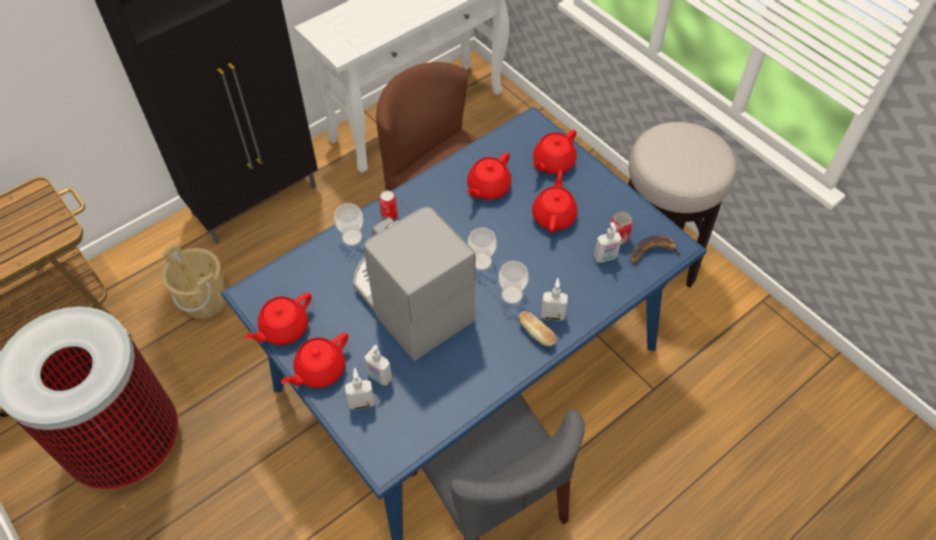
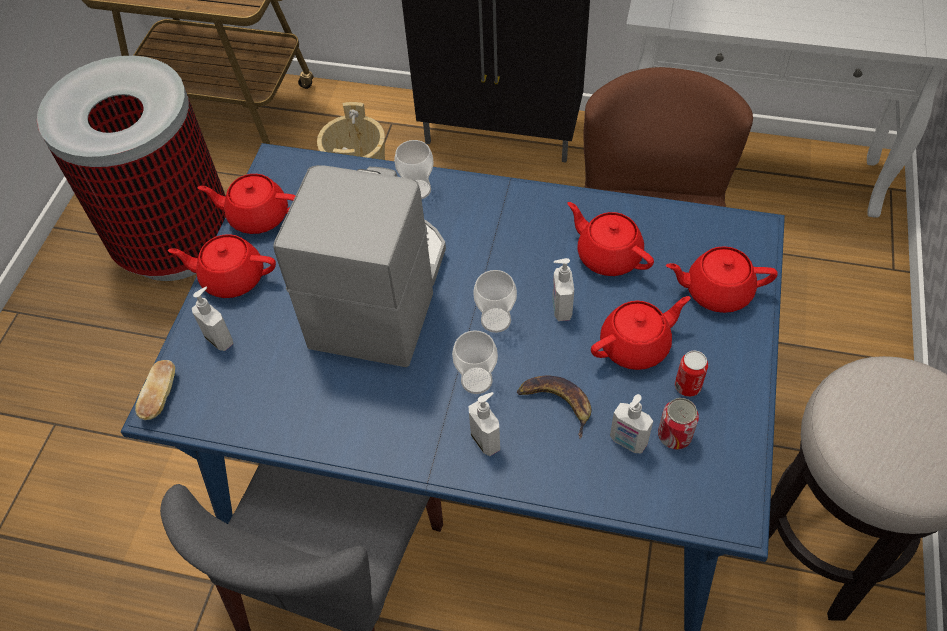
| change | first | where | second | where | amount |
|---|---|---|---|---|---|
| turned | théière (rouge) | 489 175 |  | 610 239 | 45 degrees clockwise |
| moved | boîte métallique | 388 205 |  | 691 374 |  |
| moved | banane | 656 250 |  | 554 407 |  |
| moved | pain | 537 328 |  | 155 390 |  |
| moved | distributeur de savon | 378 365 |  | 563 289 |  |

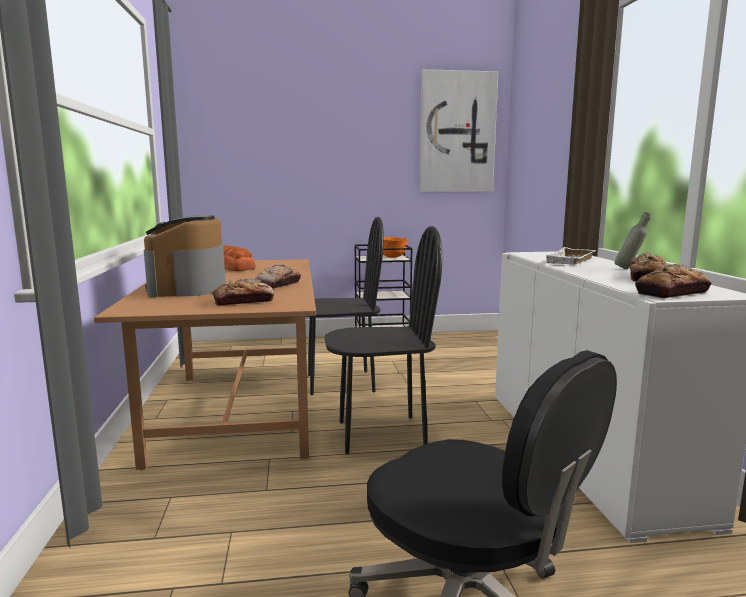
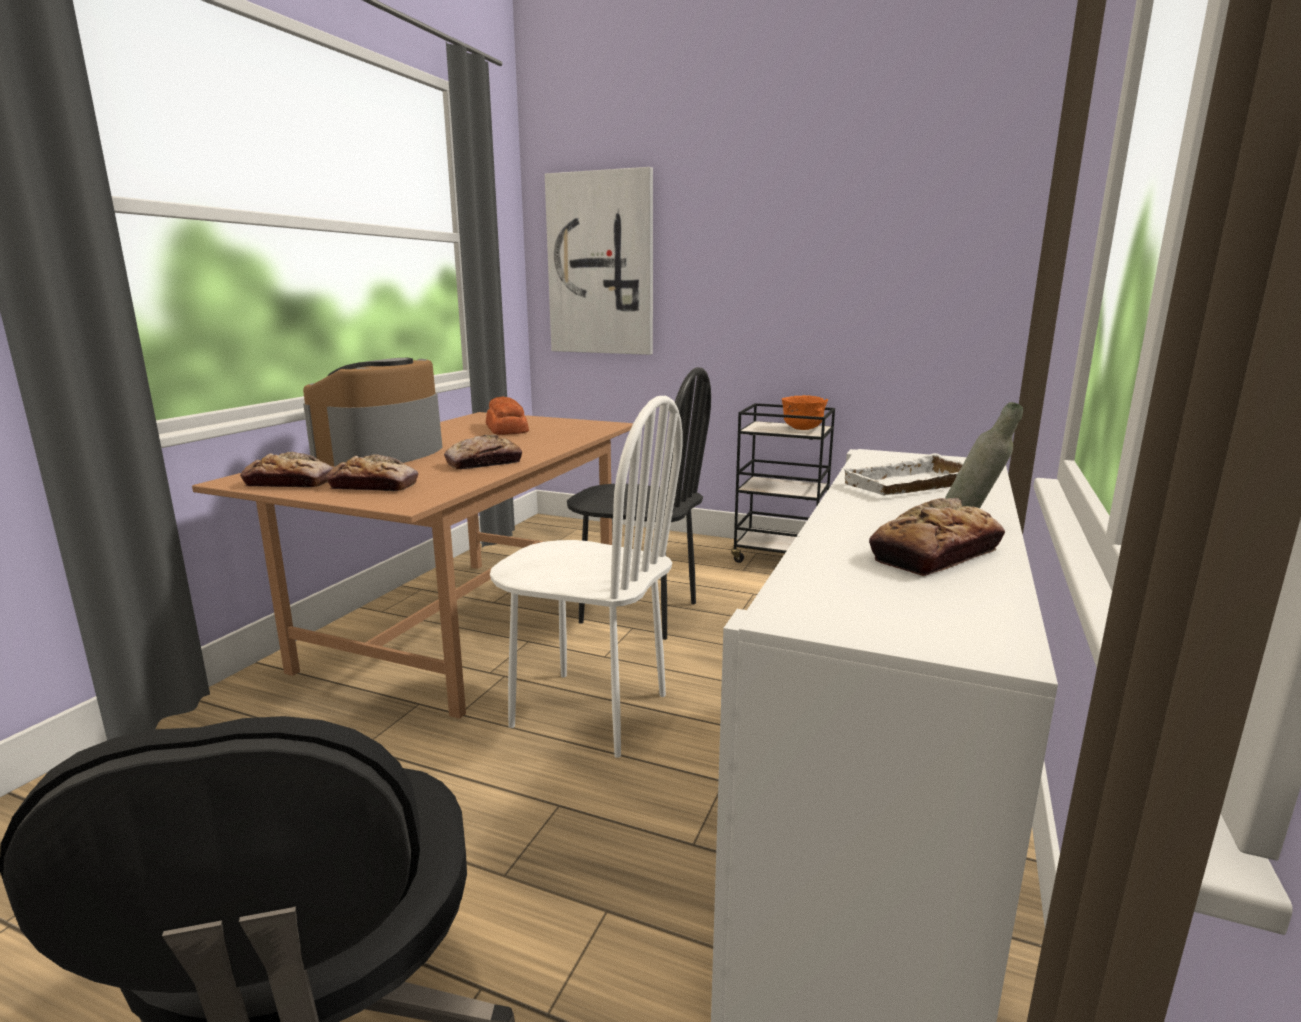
| change | first | where | second | where | amount |
|---|---|---|---|---|---|
| moved | tableau | 458 130 |  | 599 261 |  |
| recoloured | chaise (noir) | 383 340 | chaise (blanc) | 586 577 |  |
| moved | pain | 673 281 |  | 286 470 |  |

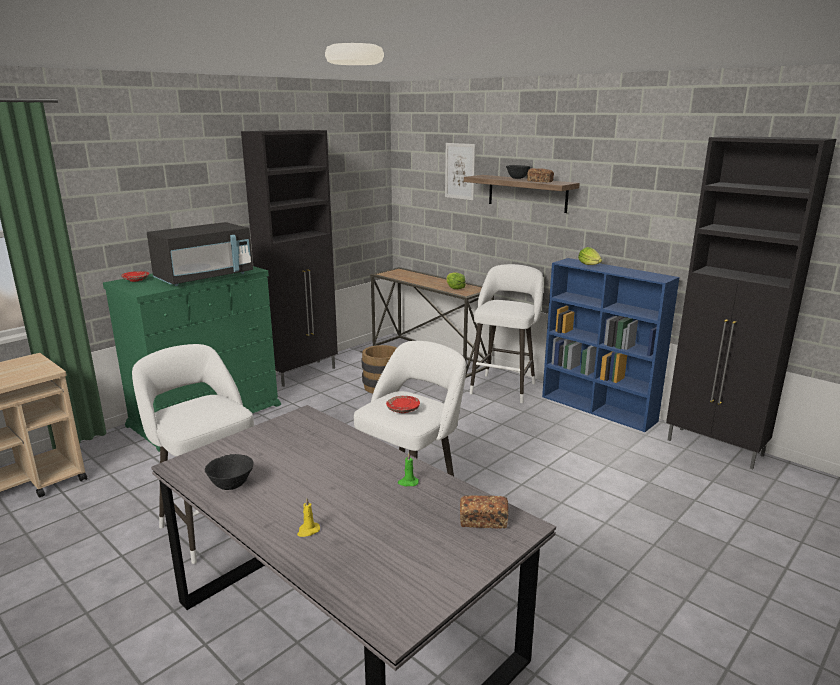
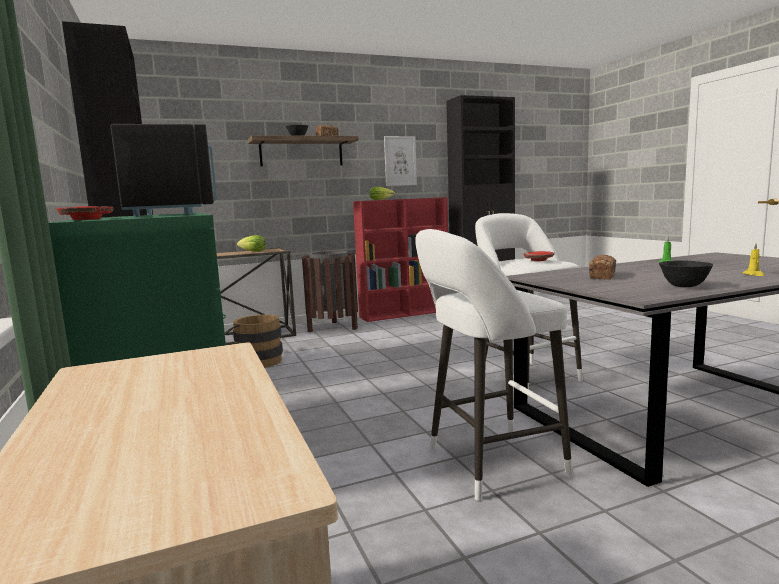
| change | first | where | second | where | amount |
|---|---|---|---|---|---|
| moved | tableau | 460 171 |  | 400 161 |  |
| recoloured | bibliothèque (bleu) | 611 345 | bibliothèque (rouge) | 400 259 |  |
| replaced | tabouret (blanc) | 506 333 | poubelle (marron) | 330 291 |  |
| moved | pain | 484 511 |  | 602 267 |  |

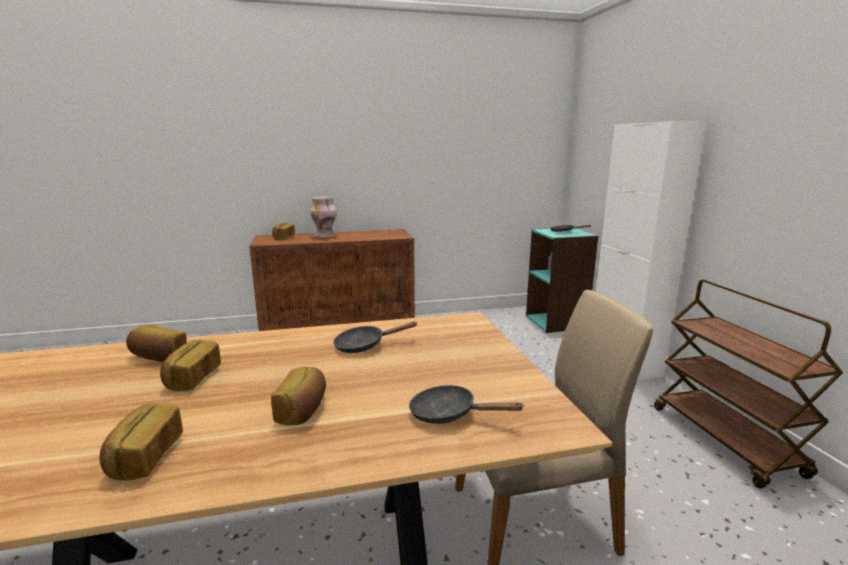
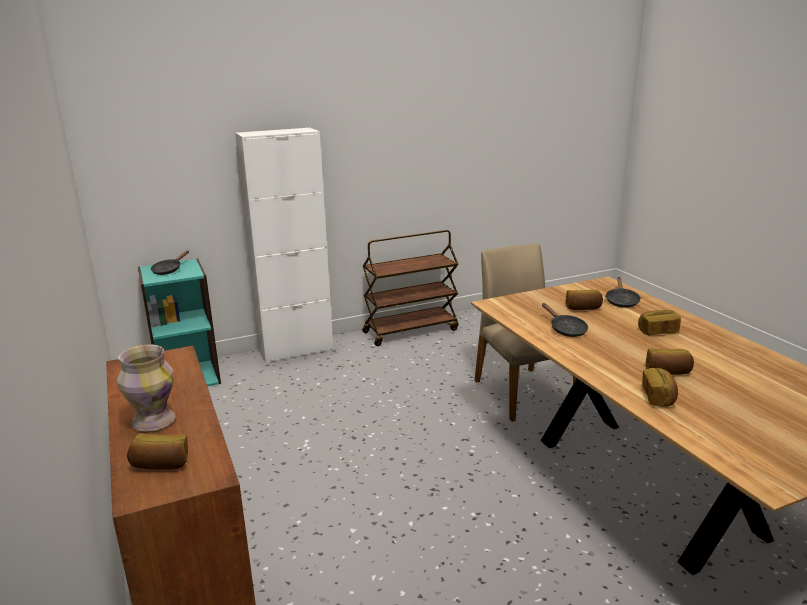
| change | first | where | second | where | amount |
|---|---|---|---|---|---|
| moved | pain | 141 442 |  | 584 299 |  |

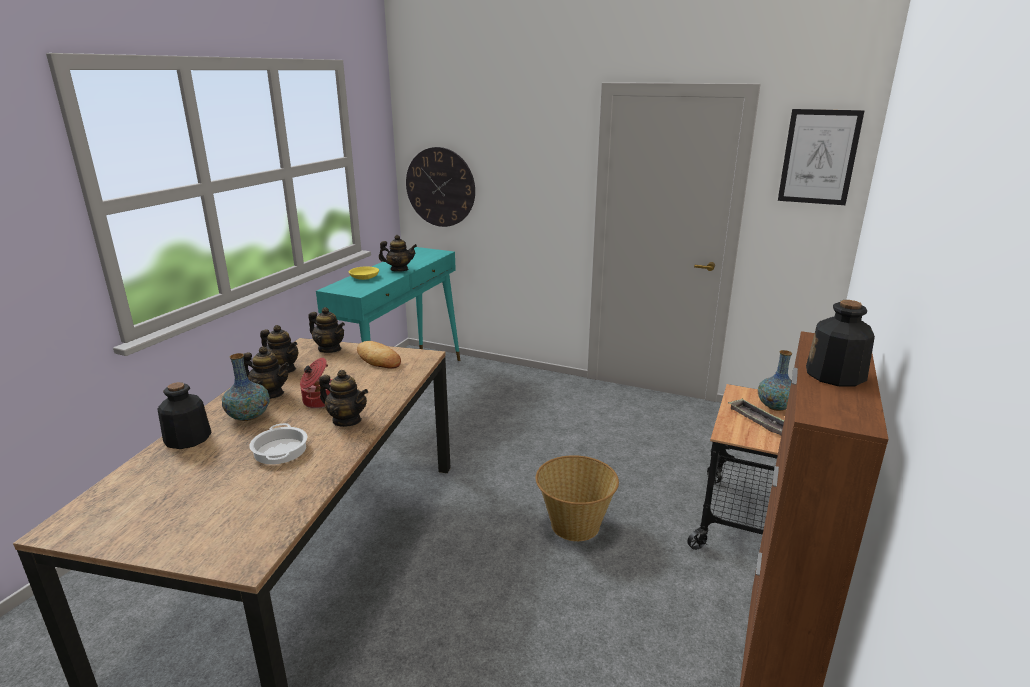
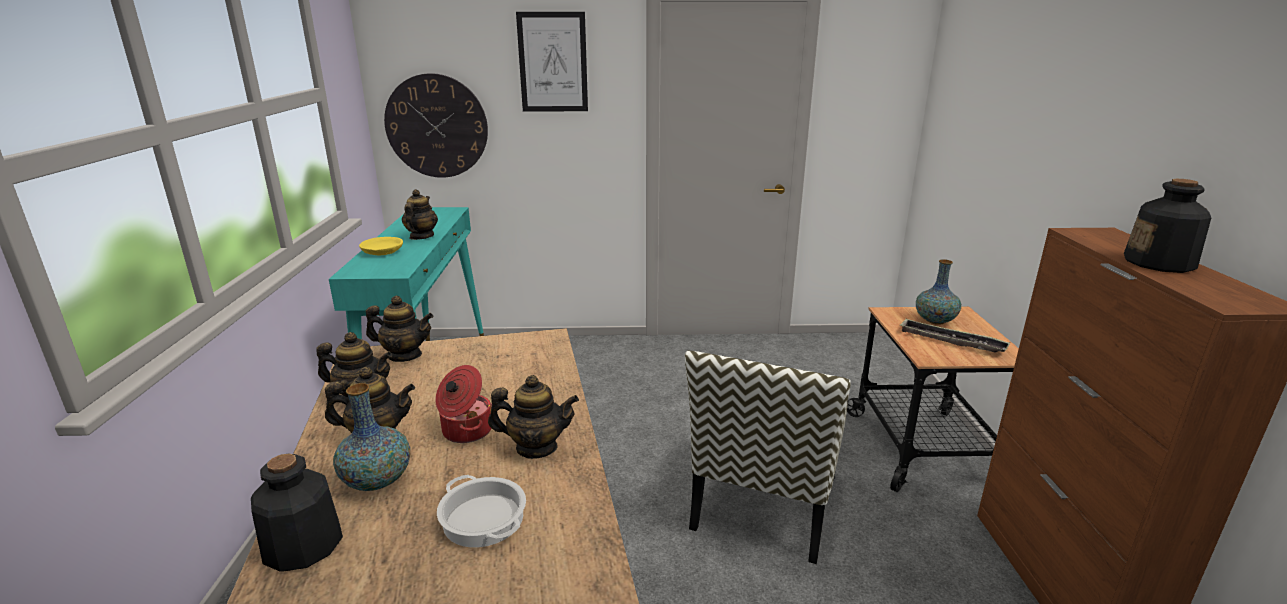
| change | first | where | second | where | amount |
|---|---|---|---|---|---|
| moved | tableau | 821 157 |  | 552 61 |  |
| turned | théière | 398 253 |  | 420 214 | 60 degrees counterclockwise |
| removed | pain | 379 355 |  |  |  |
| replaced | panier | 577 498 | chaise | 768 457 |  |

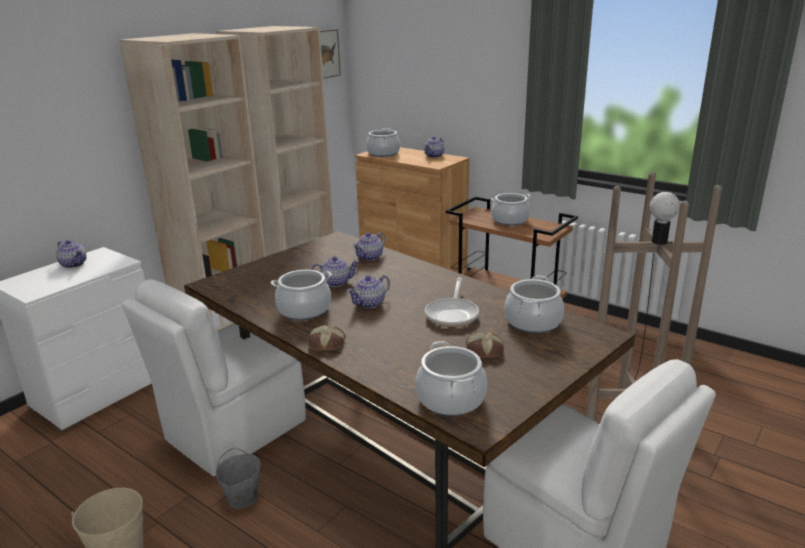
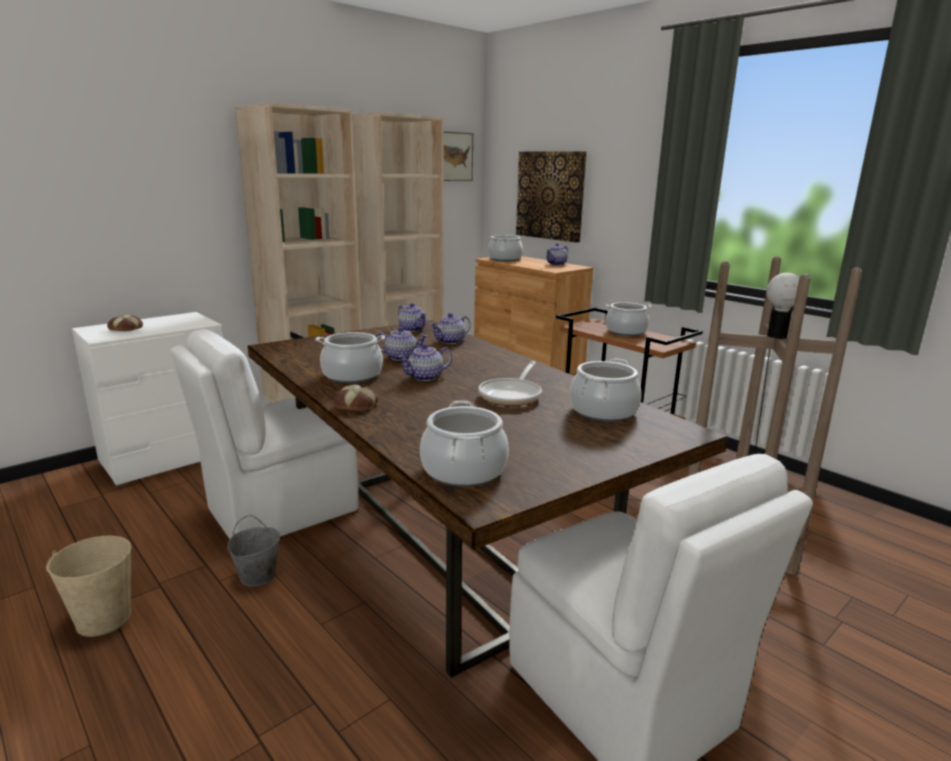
| change | first | where | second | where | amount |
|---|---|---|---|---|---|
| moved | théière | 71 254 |  | 412 317 |  |
| moved | pain | 485 345 |  | 125 322 |  |
| added |  |  | tableau | 551 197 |  |

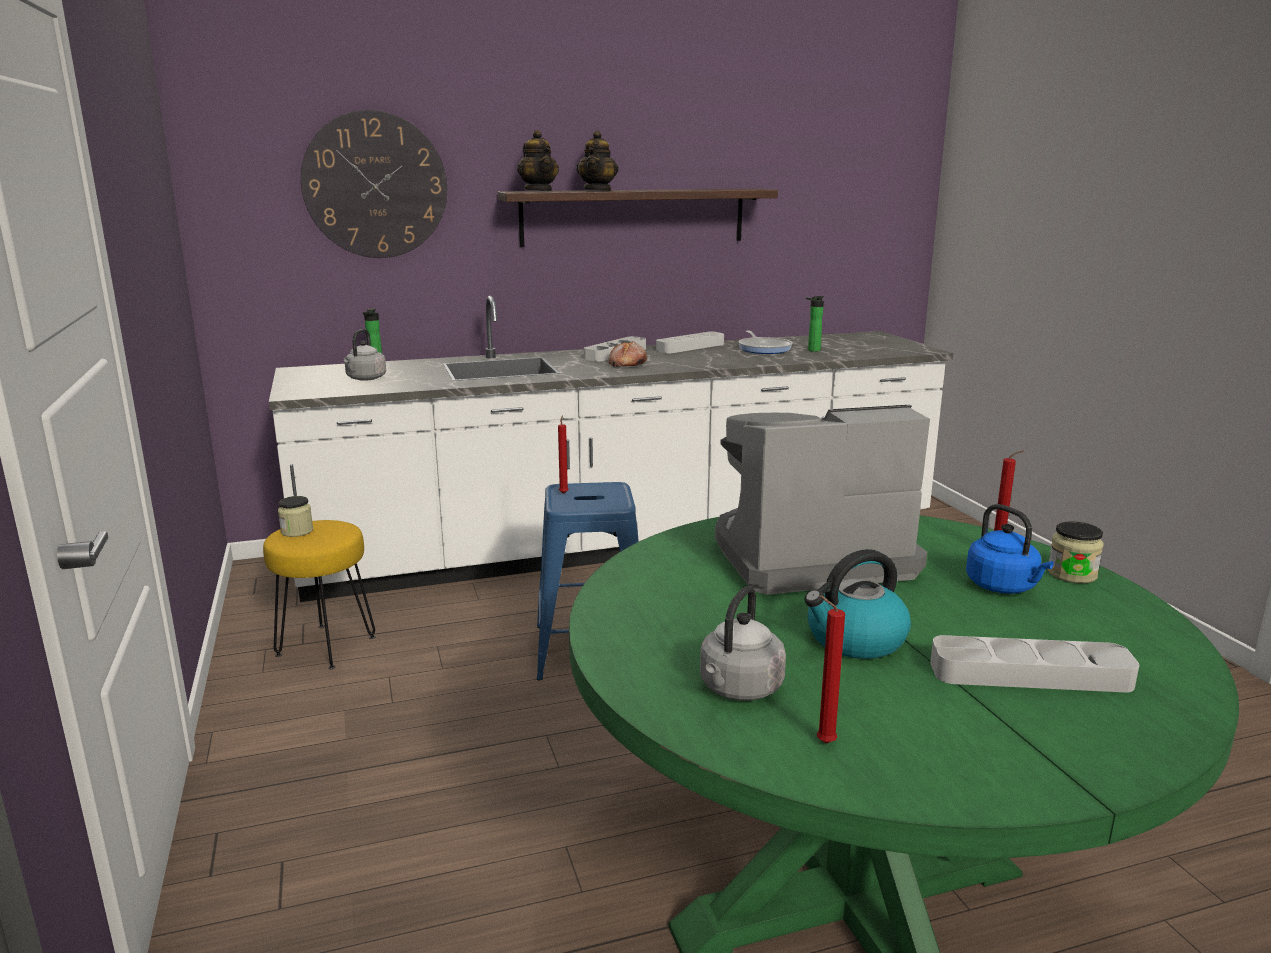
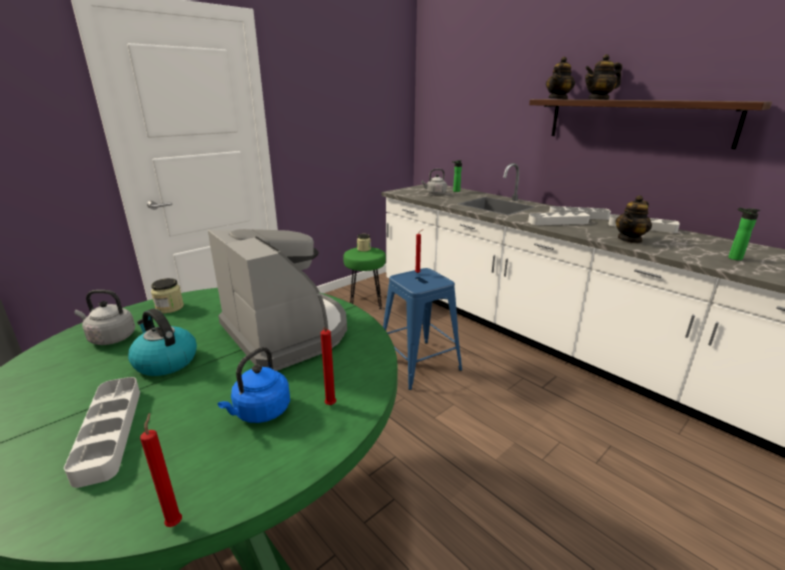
| change | first | where | second | where | amount |
|---|---|---|---|---|---|
| removed | horloge murale | 374 184 |  |  |  |
| removed | poêle | 765 342 |  |  |  |
| replaced | pain | 627 354 | plateau (gris) | 559 218 |  |
| recoloured | tabouret (jaune) | 319 594 | tabouret (vert) | 364 278 |  |
| moved | bocal | 1075 552 |  | 167 295 |  |
| moved | bougie (rouge) | 831 669 |  | 161 470 |  |
| added |  |  | théière | 634 219 |  |

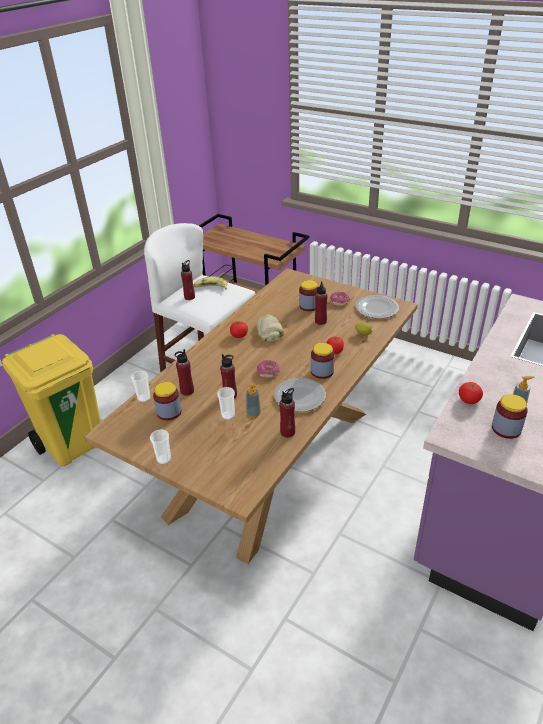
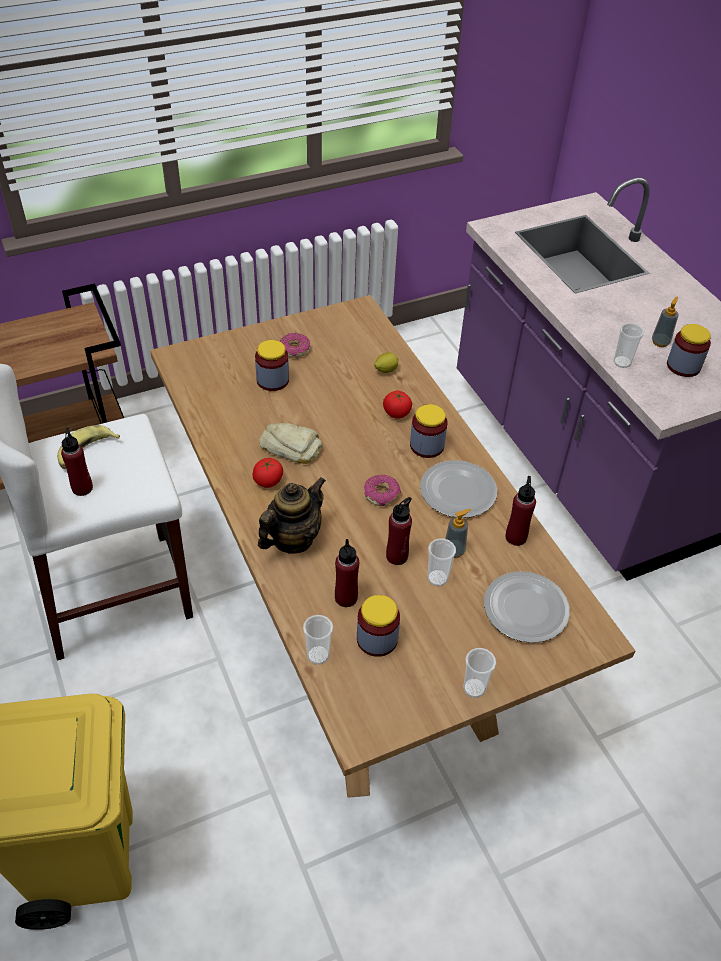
| change | first | where | second | where | amount |
|---|---|---|---|---|---|
| removed | bouteille (rouge) | 321 303 |  |  |  |
| moved | assiette | 377 306 |  | 527 607 |  |
| replaced | tomate | 471 393 | tasse | 629 345 |  |
| added |  |  | théière | 292 515 |  |

